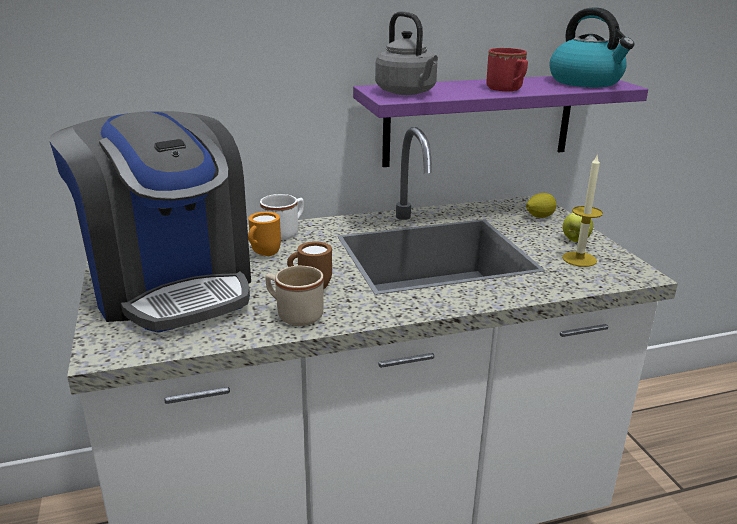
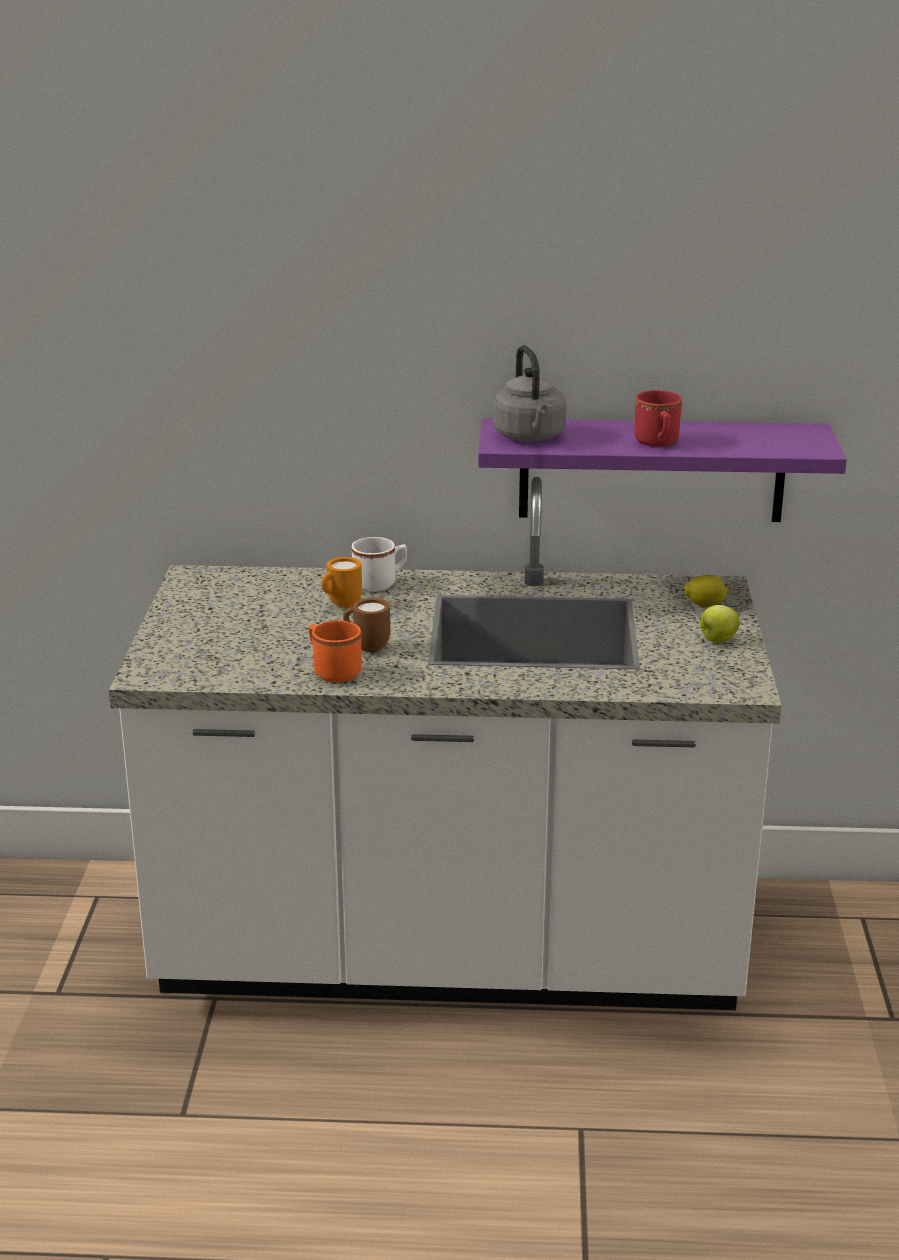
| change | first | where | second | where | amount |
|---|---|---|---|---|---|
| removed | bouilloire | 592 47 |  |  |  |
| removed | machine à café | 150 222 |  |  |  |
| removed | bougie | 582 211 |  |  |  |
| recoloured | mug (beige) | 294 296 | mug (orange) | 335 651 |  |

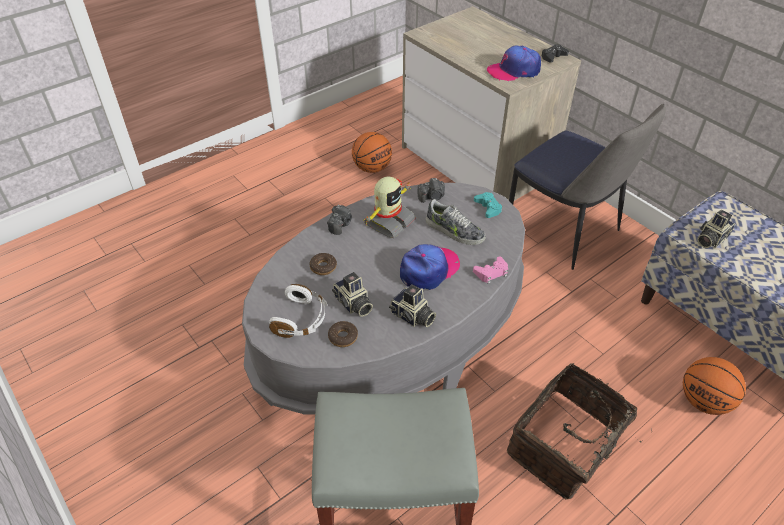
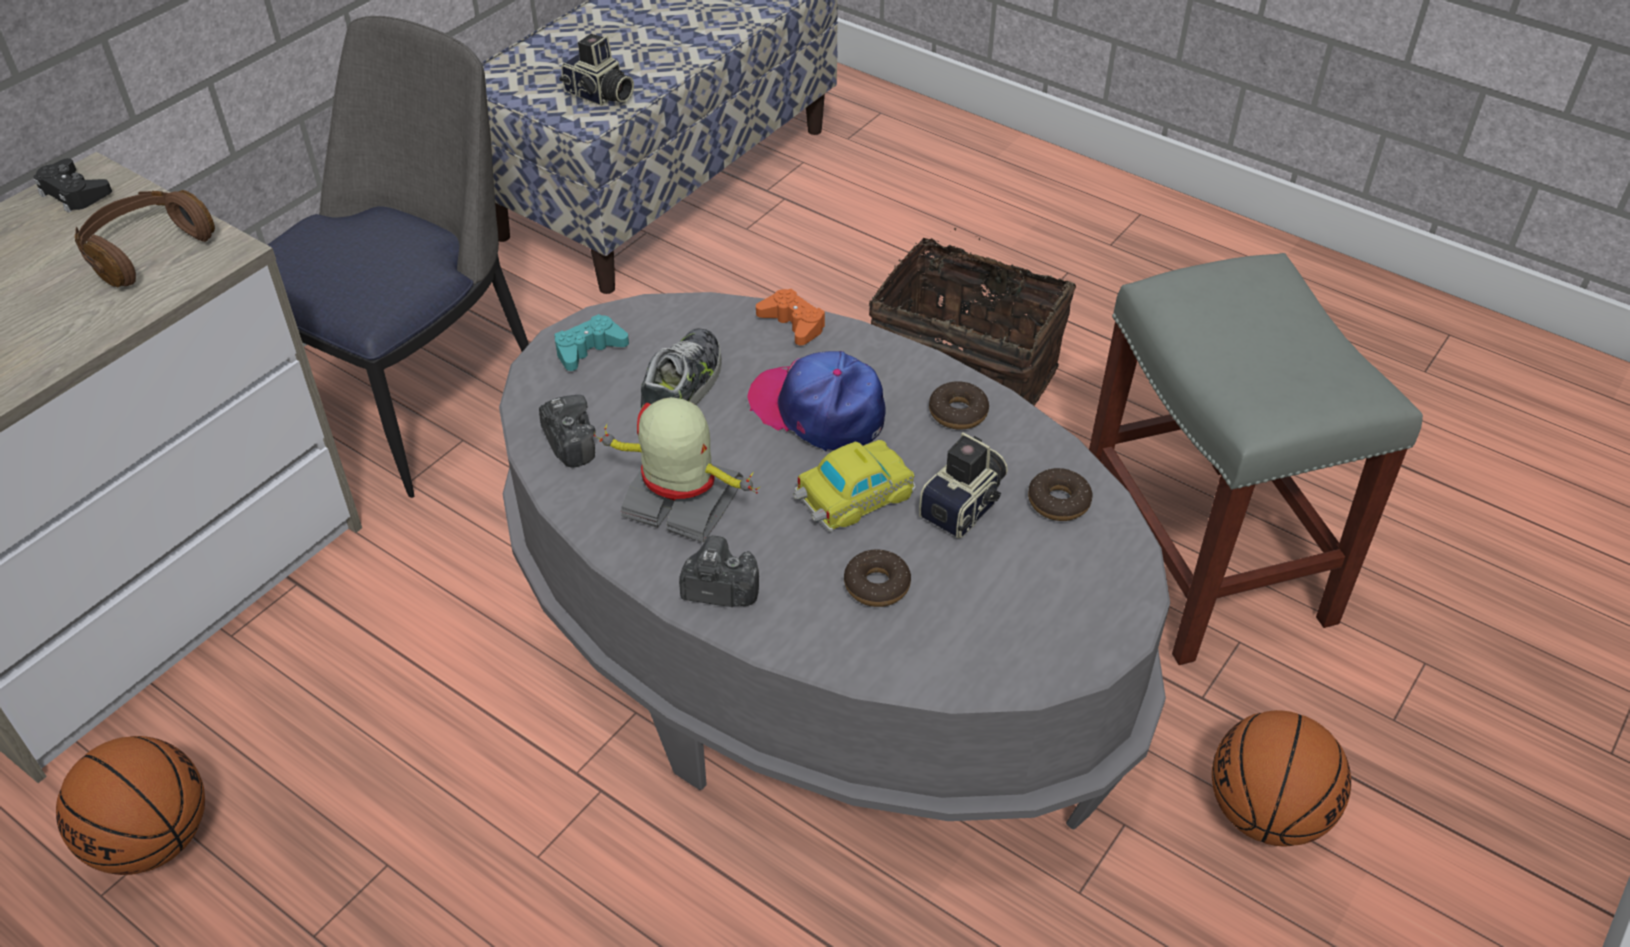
| change | first | where | second | where | amount |
|---|---|---|---|---|---|
| replaced | casquette | 514 63 | casque audio (marron) | 145 239 |  |
| recoloured | manette (rose) | 490 270 | manette (orange) | 791 317 |  |
| removed | casque audio (blanc) | 298 311 |  |  |  |
| replaced | appareil photo | 412 305 | beignet | 959 405 |  |
| moved | ballon de basket | 714 386 |  | 1281 778 |  |
| added |  |  | petite voiture | 854 486 |  |

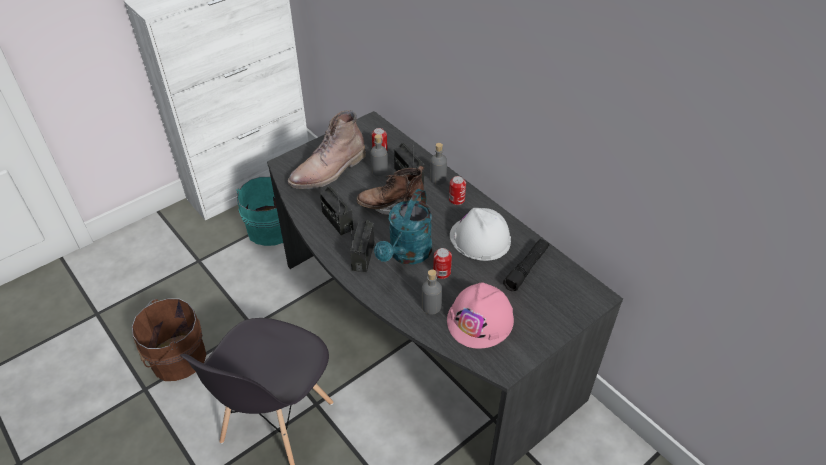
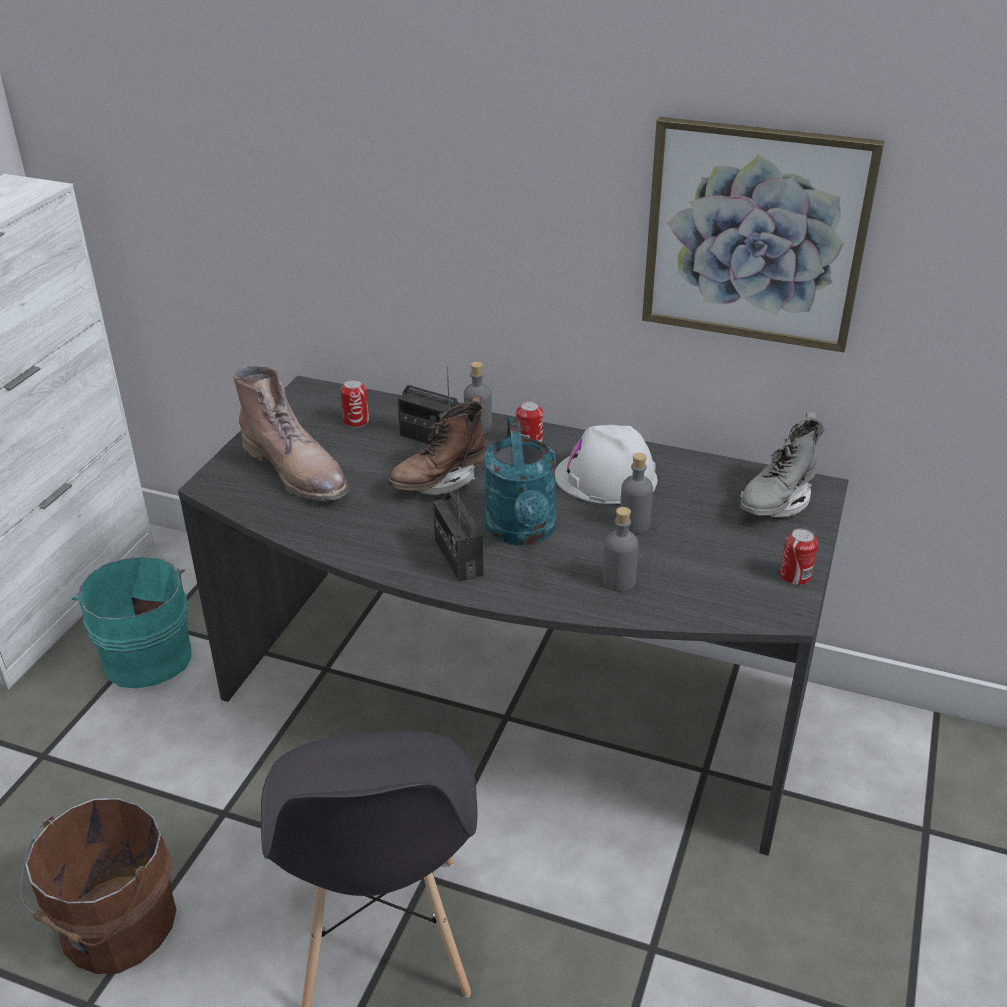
| change | first | where | second | where | amount |
|---|---|---|---|---|---|
| turned | botte (marron) | 327 149 |  | 291 434 | 60 degrees counterclockwise |
| moved | bouteille (gris) | 379 155 |  | 636 493 |  |
| removed | radio | 337 211 |  |  |  |
| removed | lampe de poche (noir) | 526 265 |  |  |  |
| moved | boîte métallique | 442 263 |  | 799 557 |  |
| removed | casque de chantier (rose) | 480 315 |  |  |  |
| added |  |  | tableau | 763 234 |  |
| added |  |  | botte (gris) | 782 465 |  |

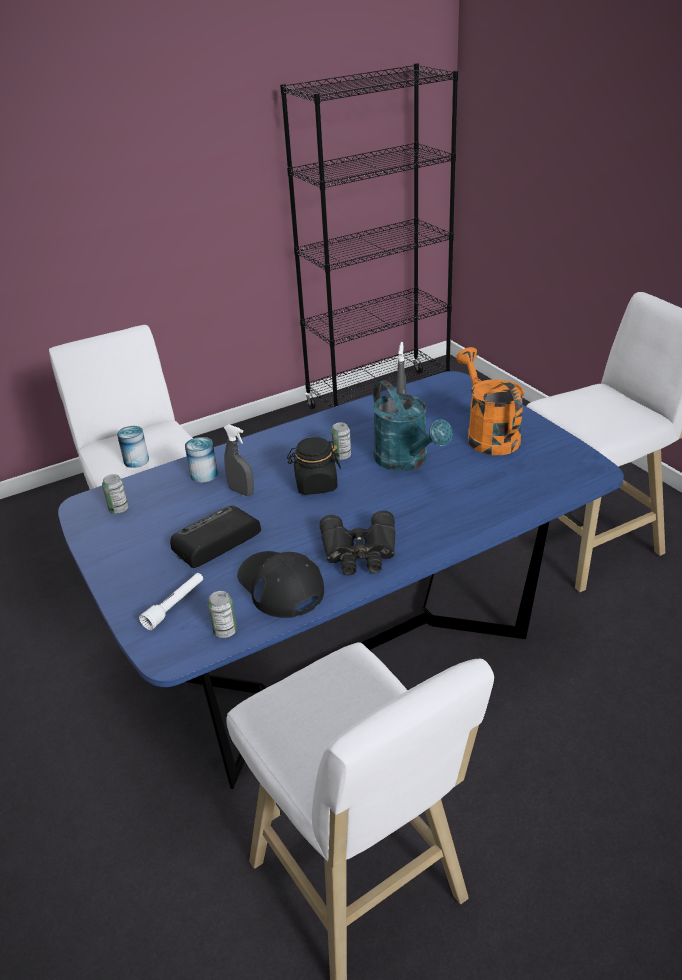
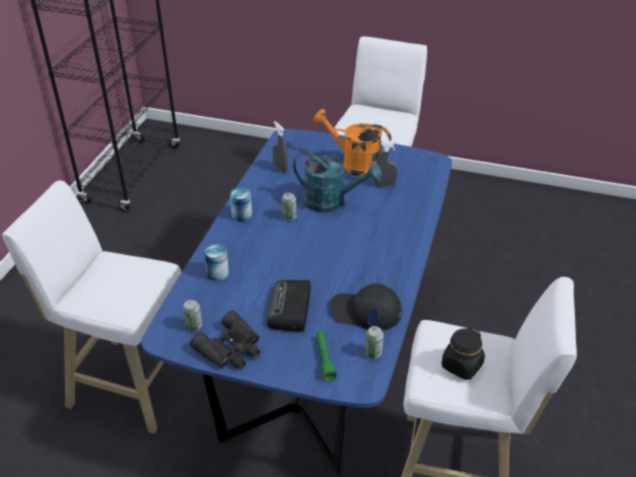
| change | first | where | second | where | amount |
|---|---|---|---|---|---|
| moved | vaporisateur (gris) | 238 460 |  | 386 163 |  |
| moved | boîte métallique | 133 447 |  | 241 204 |  |
| moved | bocal (noir) | 314 466 |  | 463 353 |  |
| moved | jumelles (noir) | 358 543 |  | 225 340 |  |
| recoloured | lampe de poche (blanc) | 171 601 | lampe de poche (vert) | 326 355 |  |

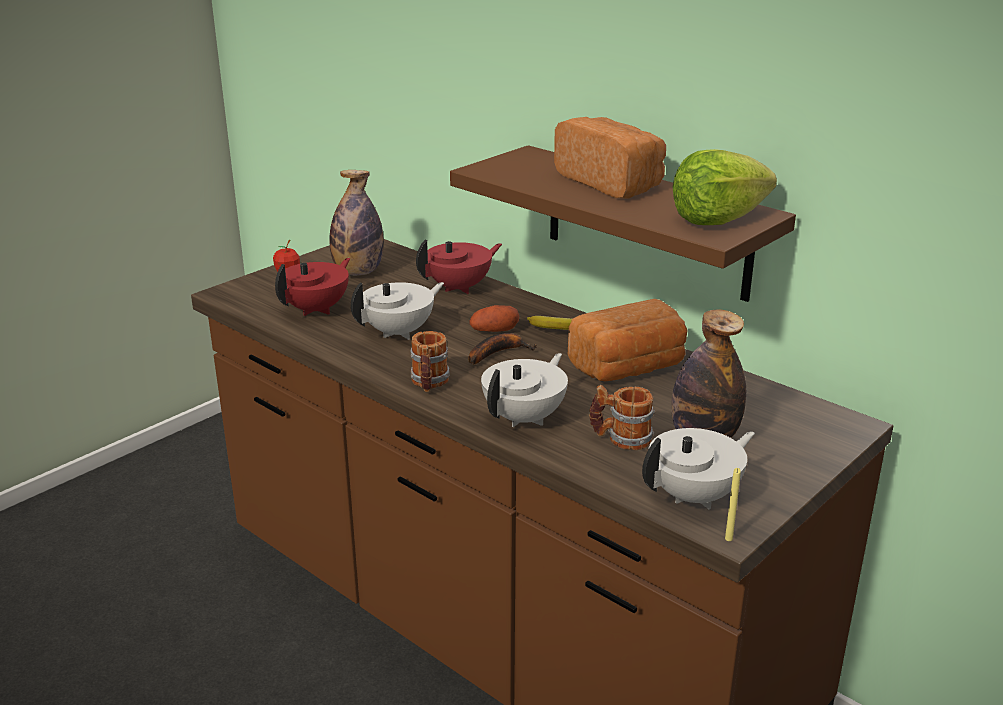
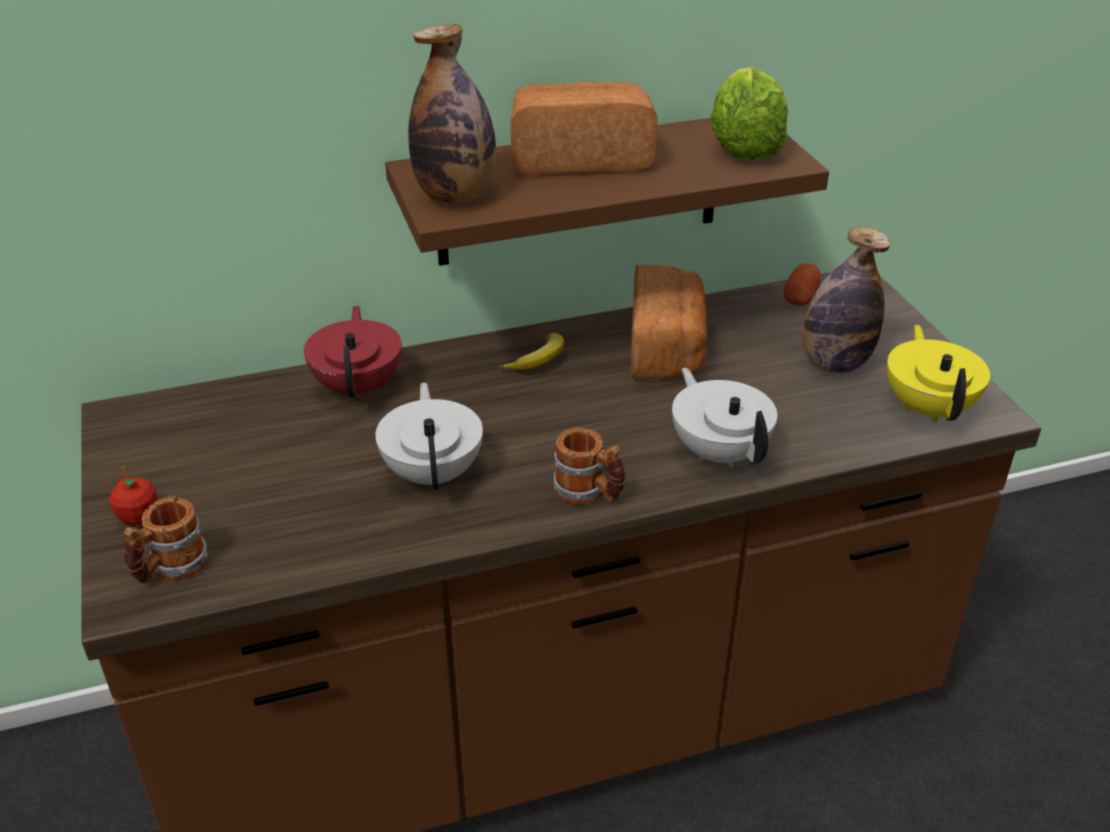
| change | first | where | second | where | amount |
|---|---|---|---|---|---|
| moved | bouteille | 356 223 |  | 452 114 |  |
| removed | théière (rouge) | 313 287 |  |  |  |
| moved | pomme de terre | 494 318 |  | 802 284 |  |
| removed | banane | 502 348 |  |  |  |
| moved | mug | 622 417 |  | 166 540 |  |
| recoloured | théière (blanc) | 698 468 | théière (jaune) | 938 373 |  |
| removed | bougie (jaune) | 733 504 |  |  |  |

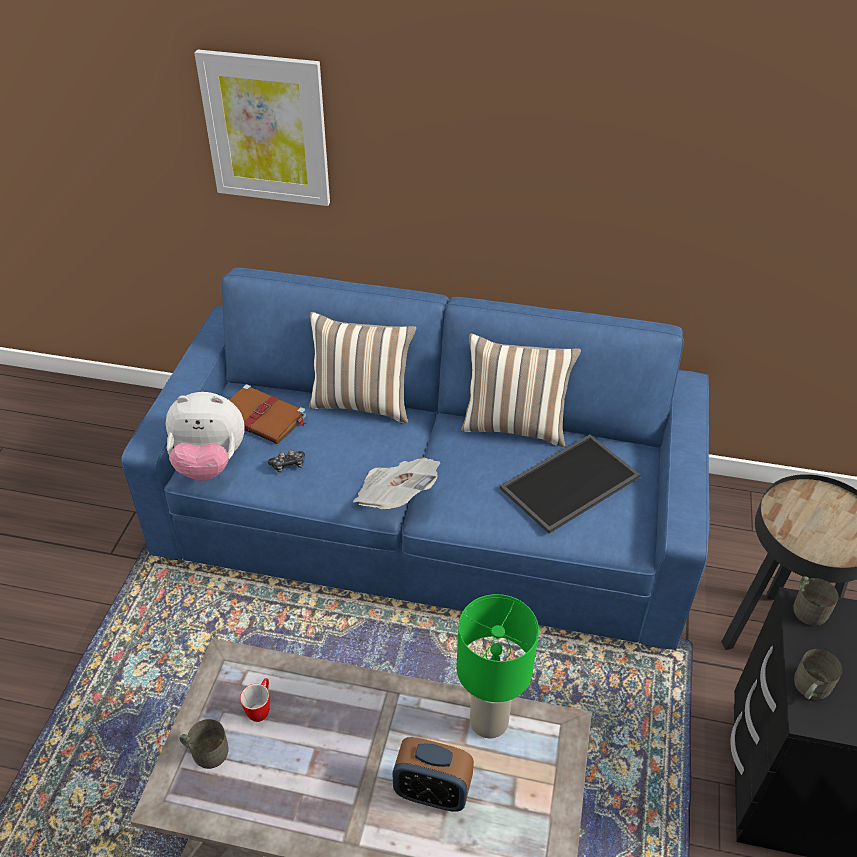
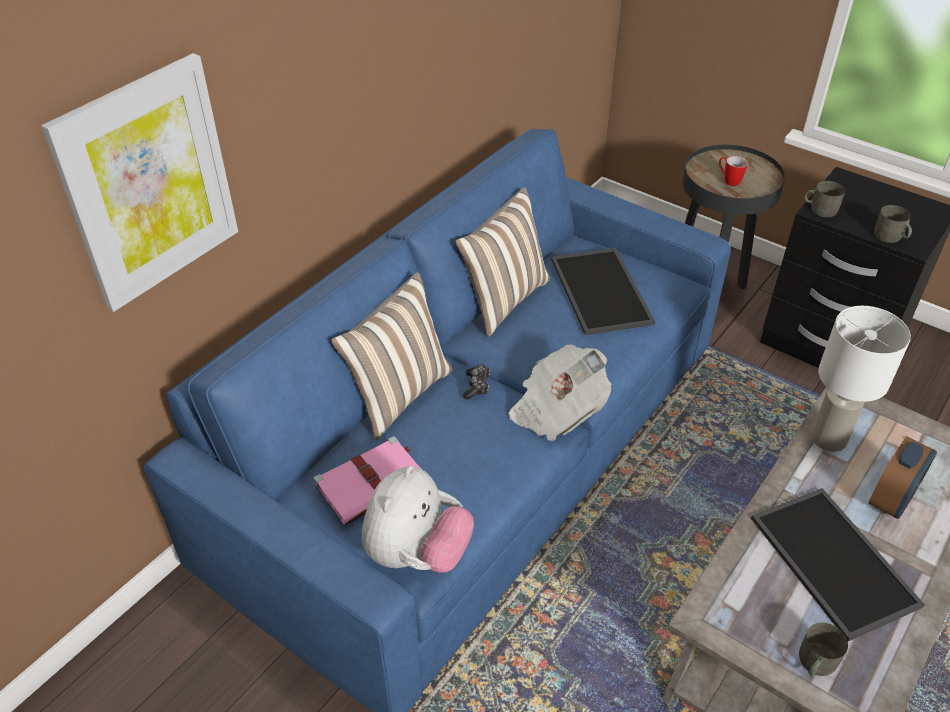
| change | first | where | second | where | amount |
|---|---|---|---|---|---|
| recoloured | livre (marron) | 268 414 | livre (rose) | 367 480 |  |
| moved | manette | 286 461 |  | 476 382 |  |
| recoloured | lampe de table (vert) | 497 666 | lampe de table (blanc) | 861 379 |  |
| moved | mug | 255 700 |  | 733 171 |  |
| added |  |  | plateau | 838 564 |  |

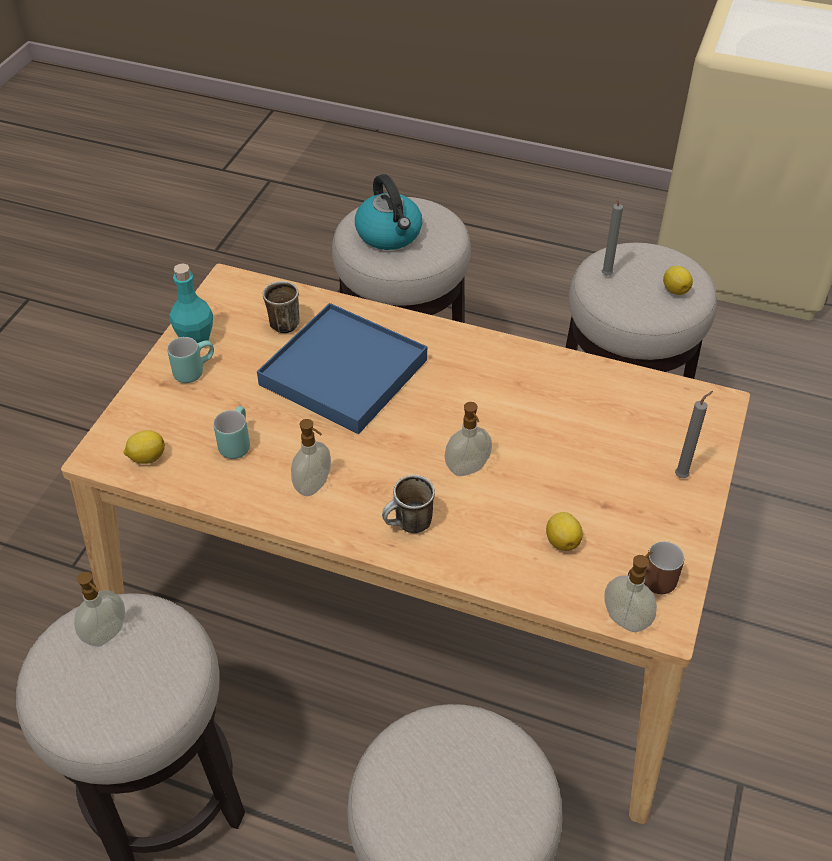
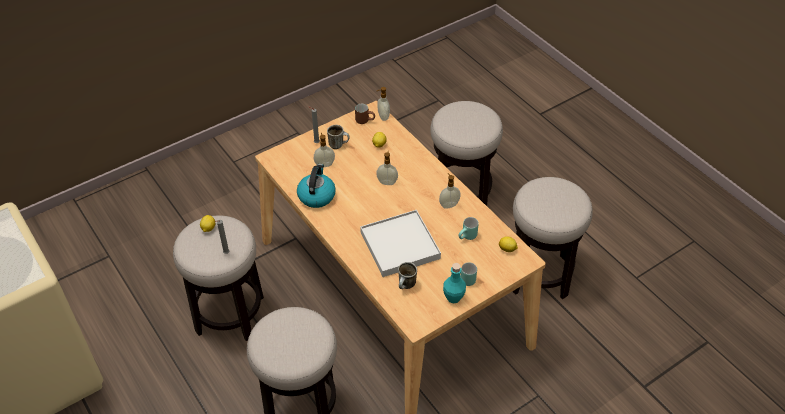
| change | first | where | second | where | amount |
|---|---|---|---|---|---|
| moved | bouilloire | 388 212 |  | 316 186 |  |
| recoloured | plateau (bleu) | 342 368 | plateau (blanc) | 400 243 |  |
| moved | mug | 408 504 |  | 338 137 |  |
| moved | distributeur de savon | 99 609 |  | 324 150 |  |

